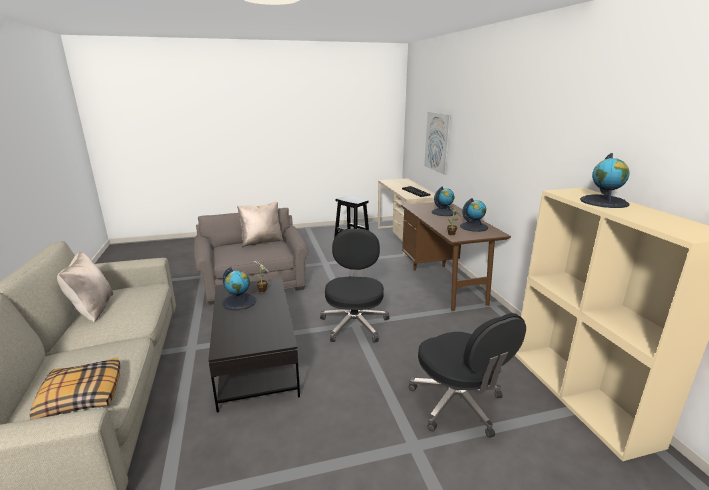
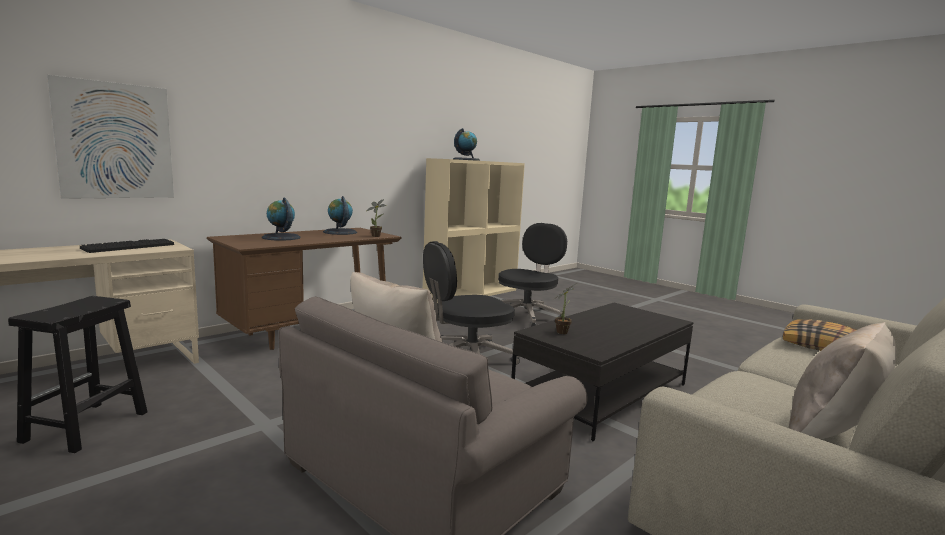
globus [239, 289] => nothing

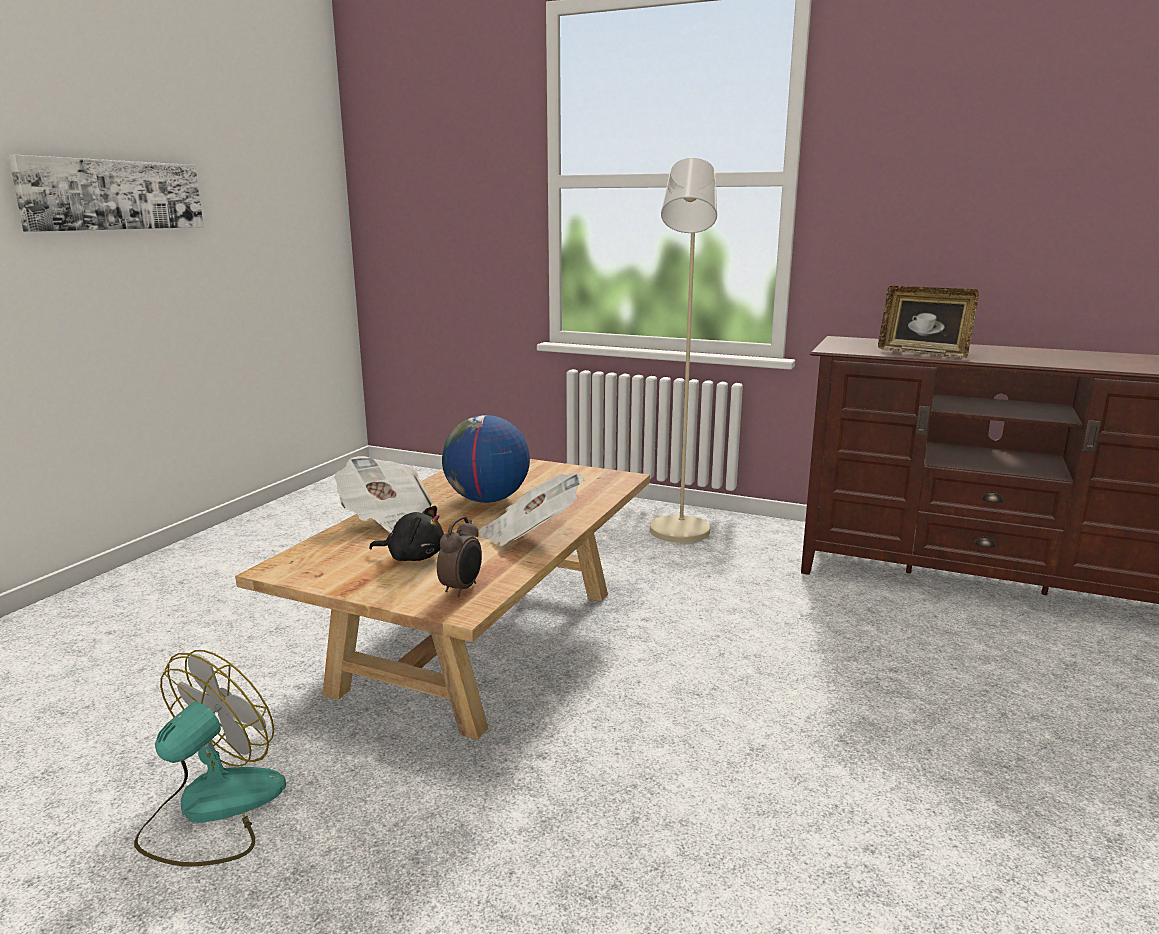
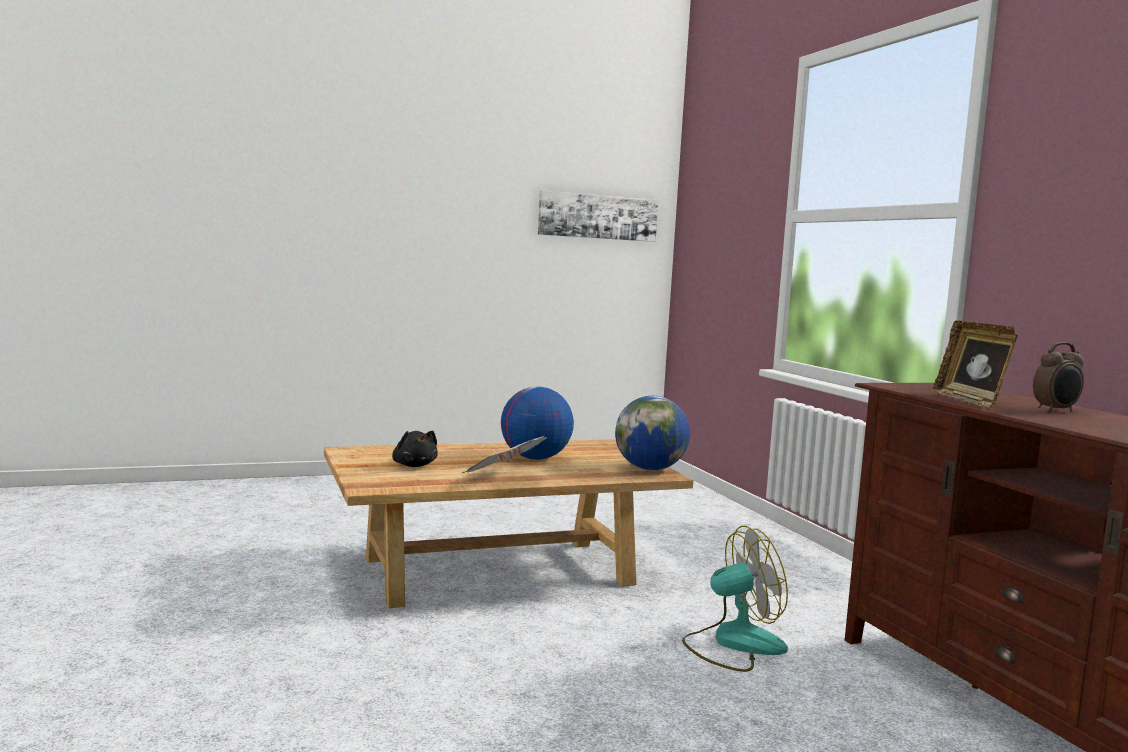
obraz [106, 193] => obraz [598, 216], move
nothing => globus [652, 433]
wentylator [210, 758] => wentylator [735, 599], move
budzik [459, 556] => budzik [1058, 376], move
gazeta [383, 494] => nothing
lampa stojąca [beżowy] [683, 350] => nothing

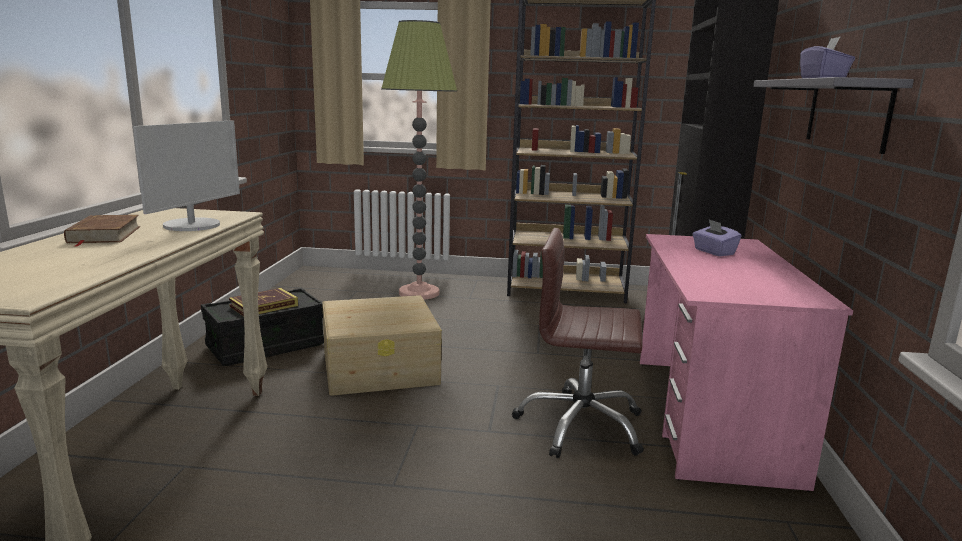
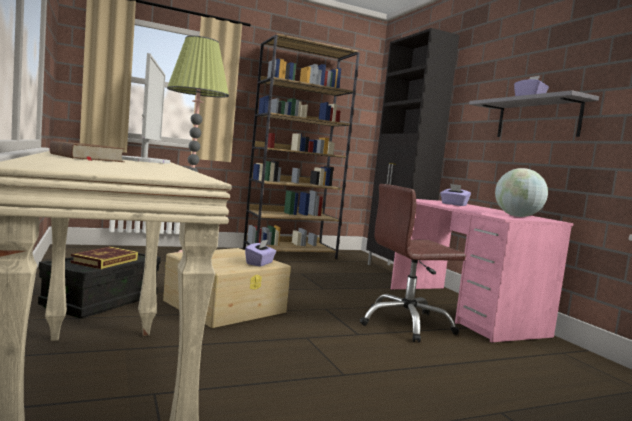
nothing => pudełko chusteczek [fioletowy] [260, 253]
nothing => globus [521, 192]

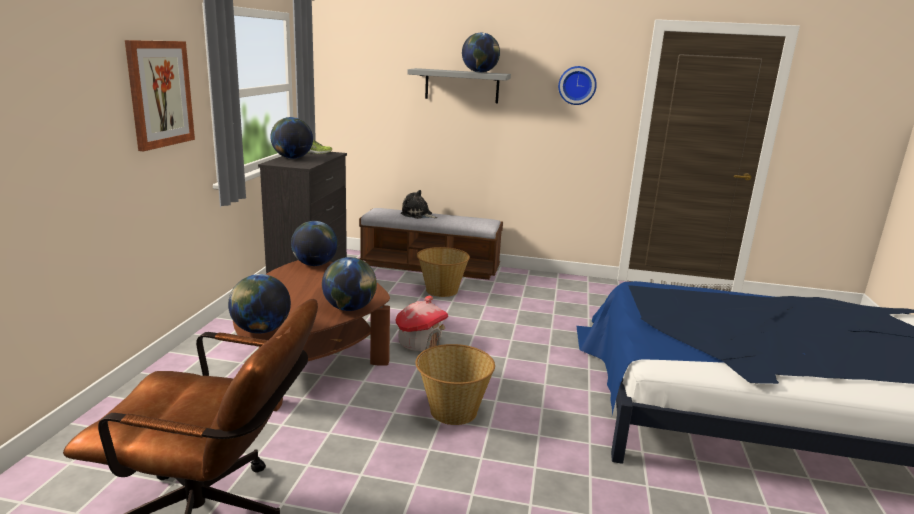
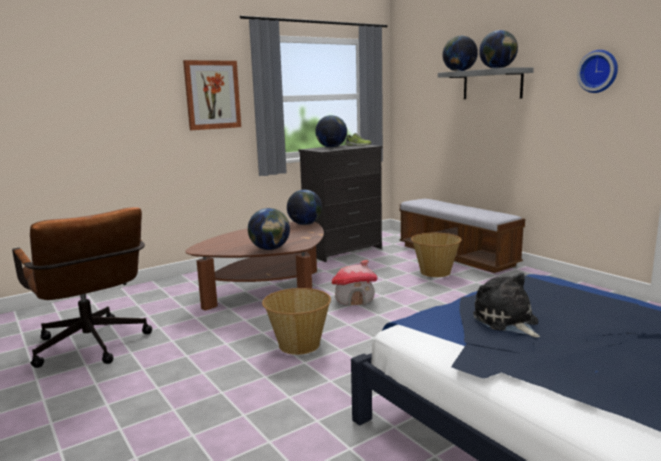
globus [259, 304] => globus [460, 53], move
pluszak [419, 204] => pluszak [506, 305], move

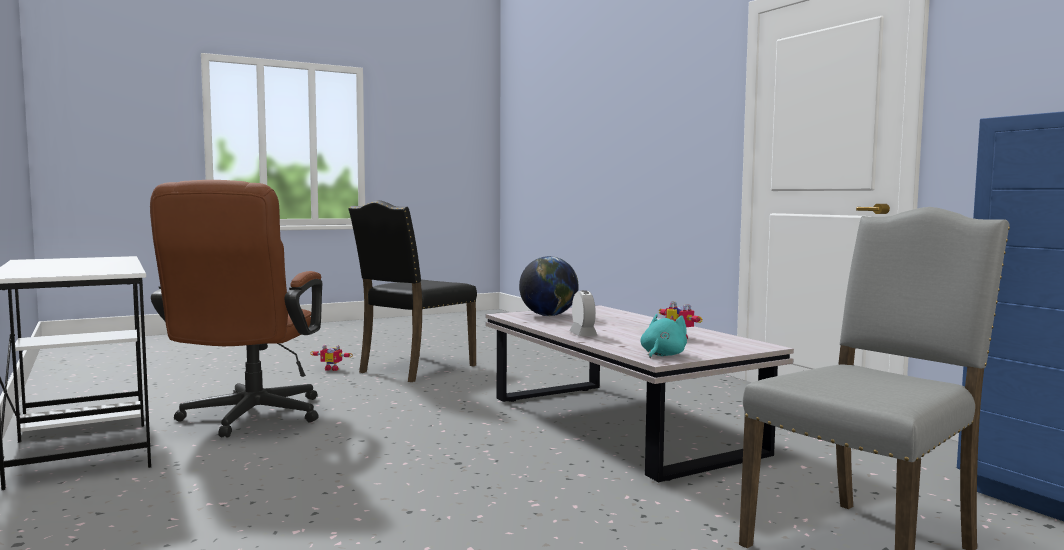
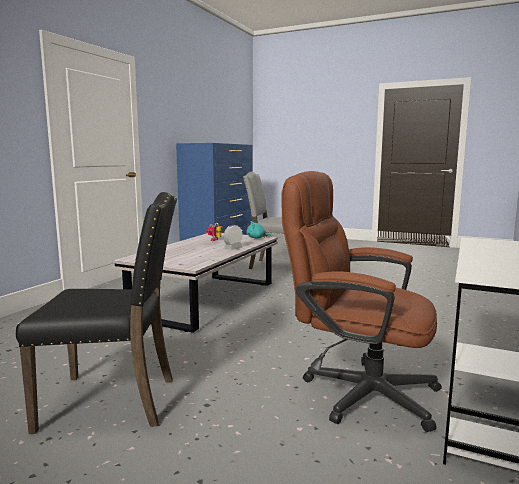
krzesło biurowe [brązowy] [236, 308] => krzesło biurowe [brązowy] [361, 301], 120 degrees counterclockwise
robot zabawkowy [331, 358] => nothing
globus [549, 286] => nothing

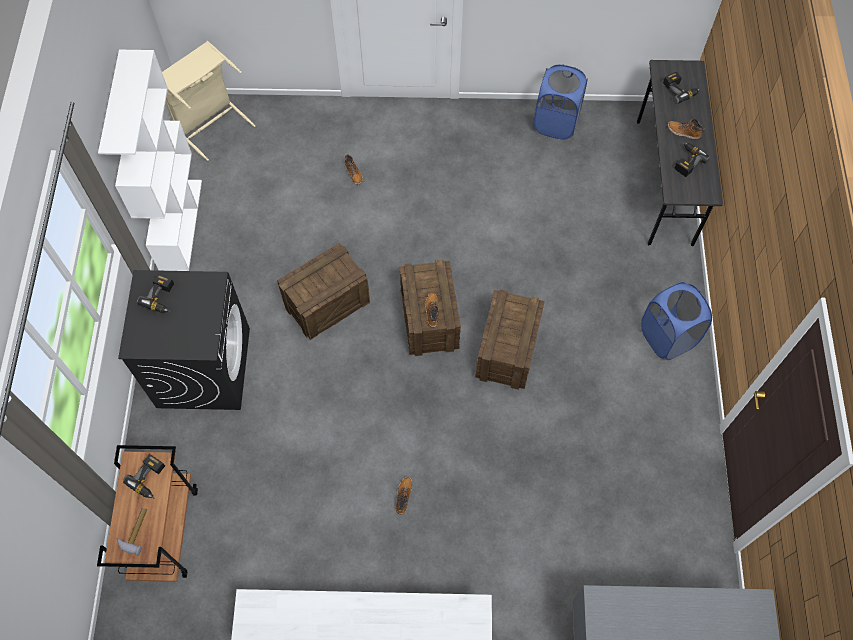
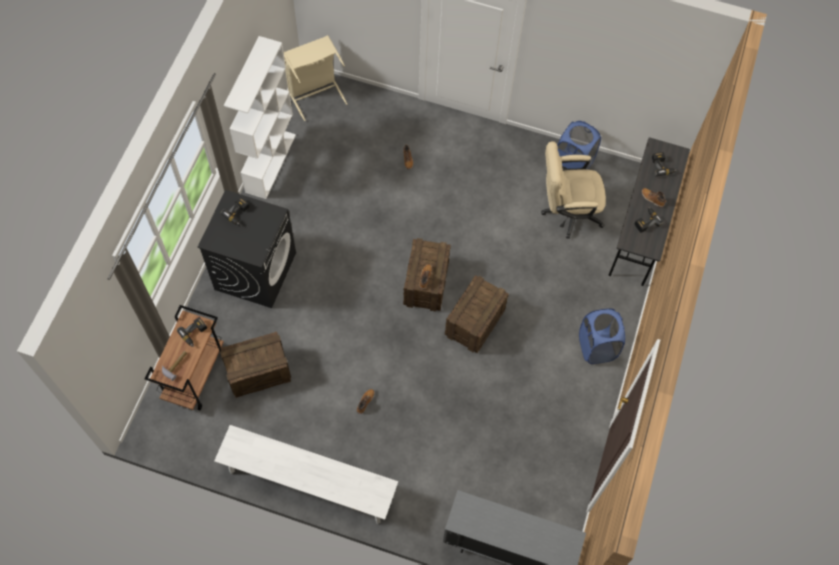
skrzynka [323, 291] => skrzynka [255, 365], move
nothing => krzesło biurowe [beżowy] [573, 190]

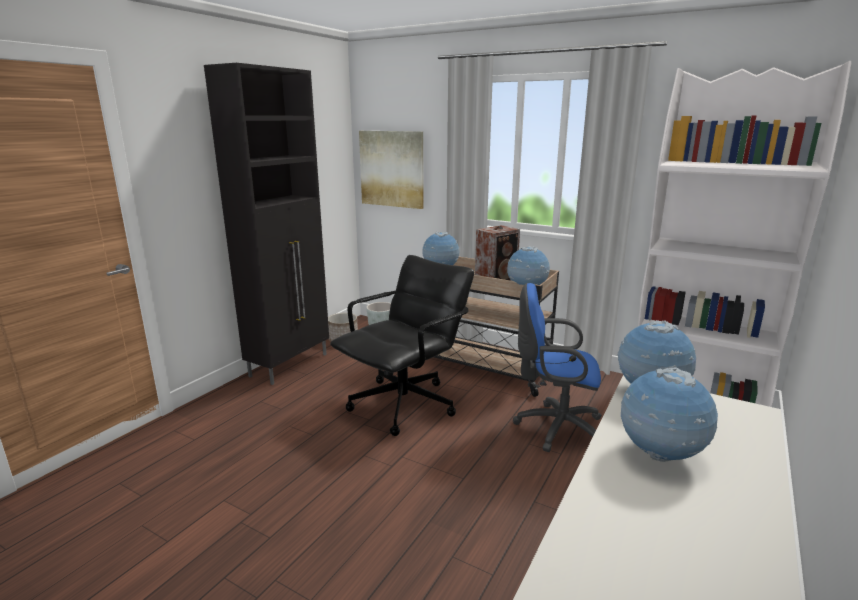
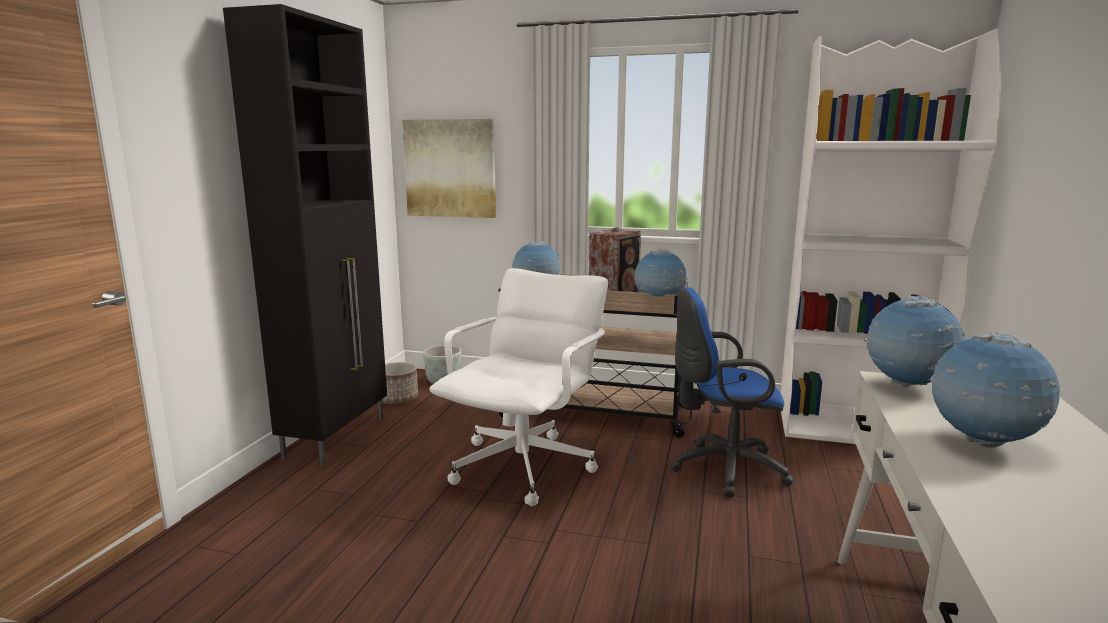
krzesło biurowe [czarny] [402, 345] => krzesło biurowe [biały] [519, 387]

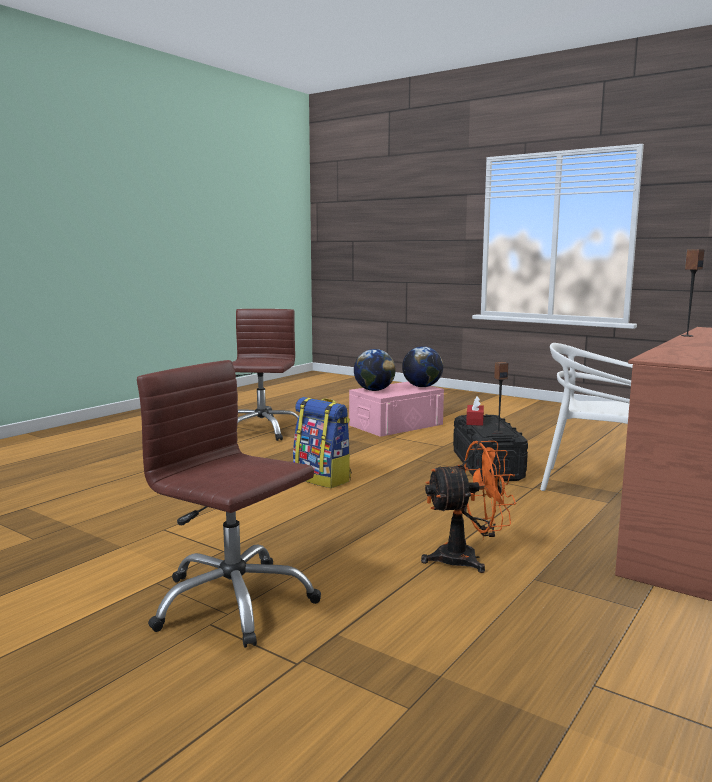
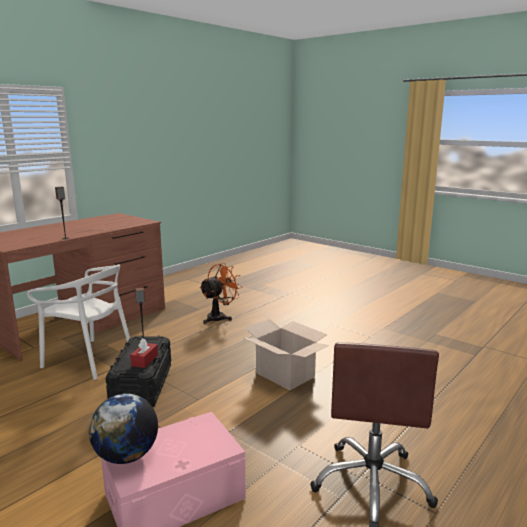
wentylator [pomarańczowy] [468, 507] => wentylator [pomarańczowy] [220, 293], 135 degrees clockwise
plecak [322, 442] => karton [286, 354]
krzesło biurowe [brązowy] [229, 504] => nothing
globus [375, 370] => nothing

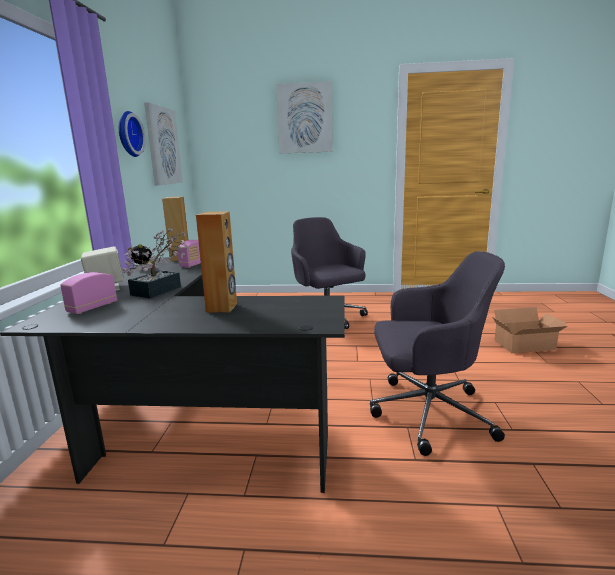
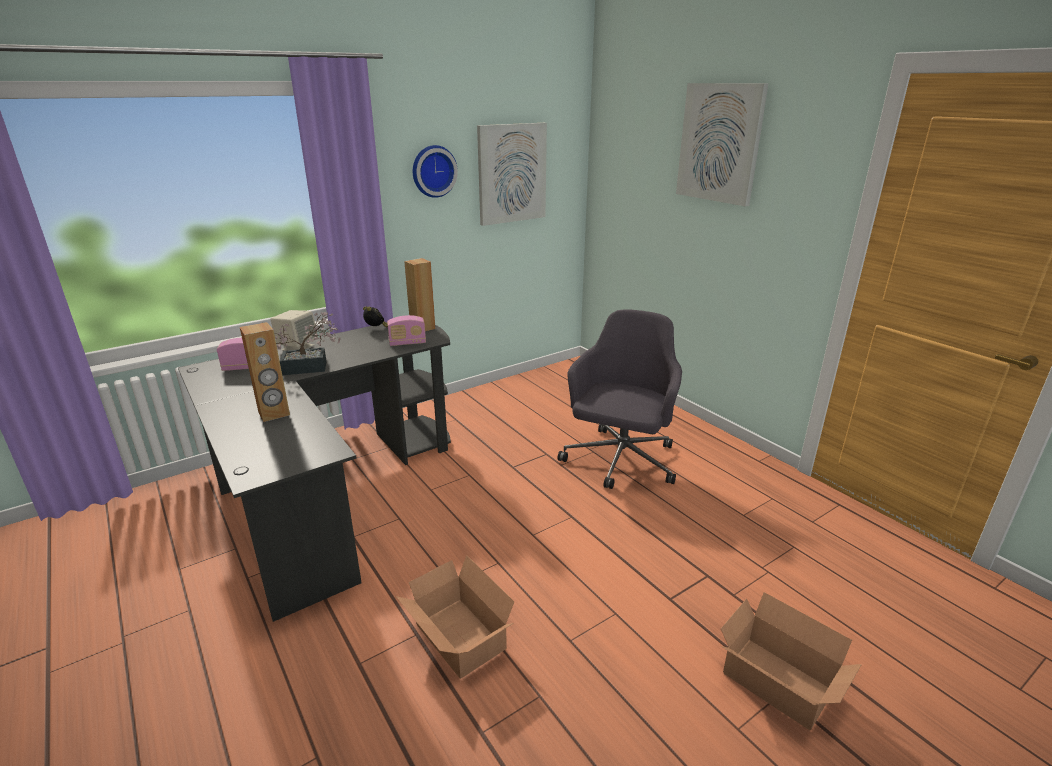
krzesło biurowe [szary] [437, 353] => karton [455, 617]

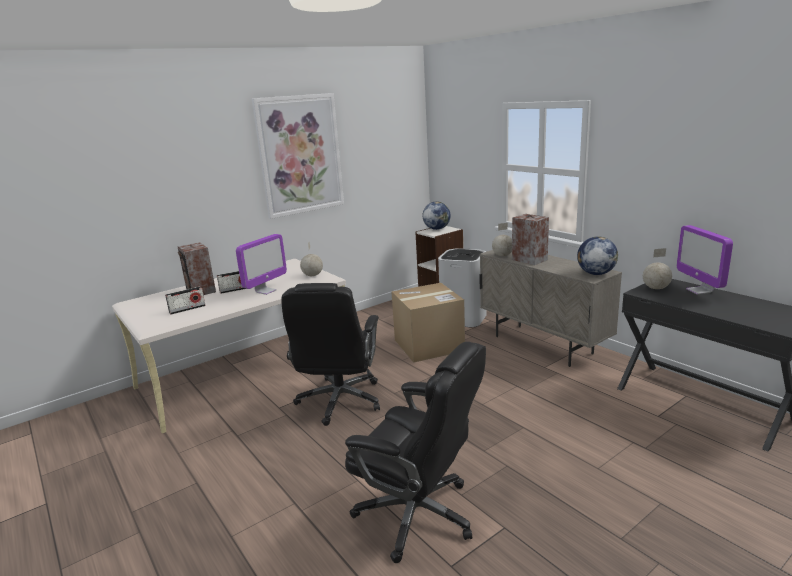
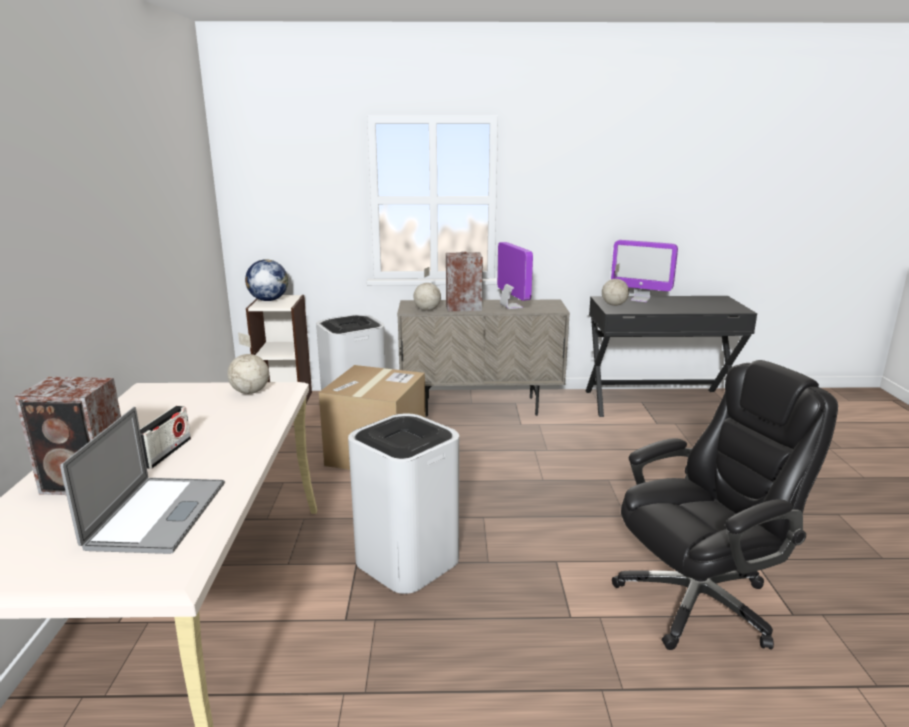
radio [185, 300] => laptop [142, 480]
krzesło biurowe [czarny] [330, 354] => kosz na śmieci [biały] [403, 503]
monitor [261, 264] => monitor [515, 275], move
obraz [298, 156] => nothing
globus [597, 256] => nothing

